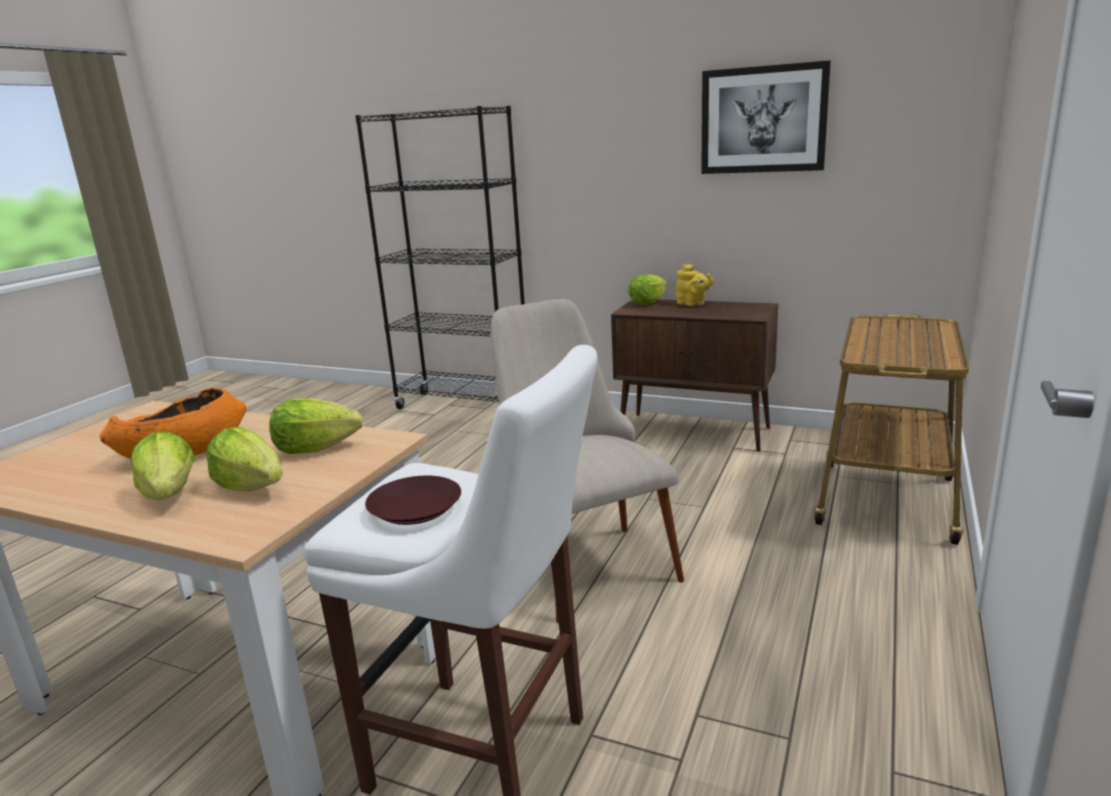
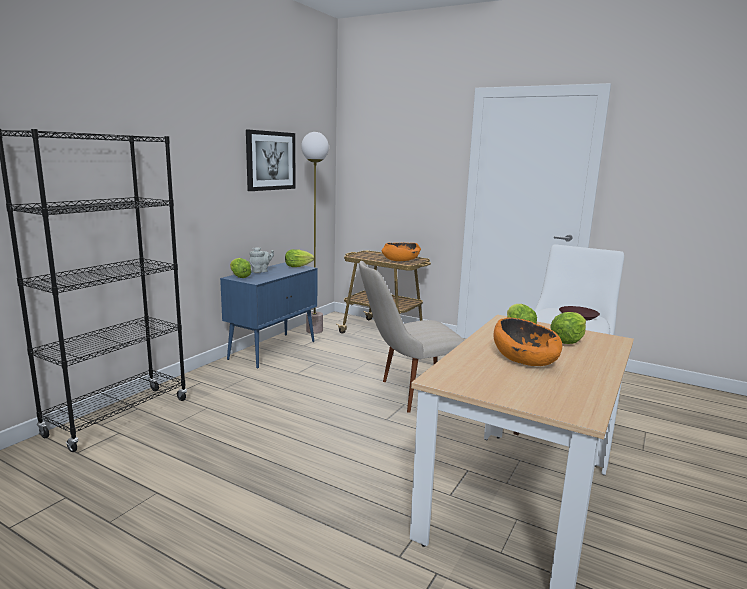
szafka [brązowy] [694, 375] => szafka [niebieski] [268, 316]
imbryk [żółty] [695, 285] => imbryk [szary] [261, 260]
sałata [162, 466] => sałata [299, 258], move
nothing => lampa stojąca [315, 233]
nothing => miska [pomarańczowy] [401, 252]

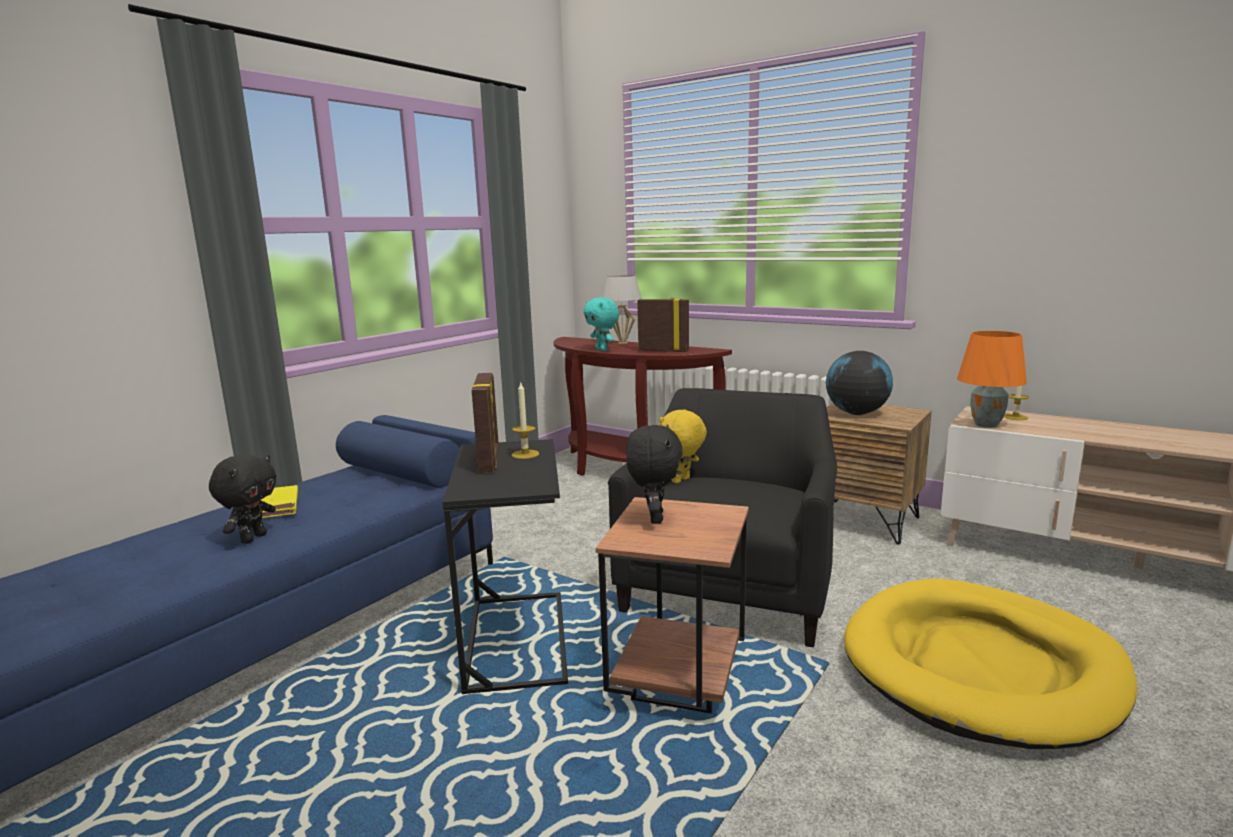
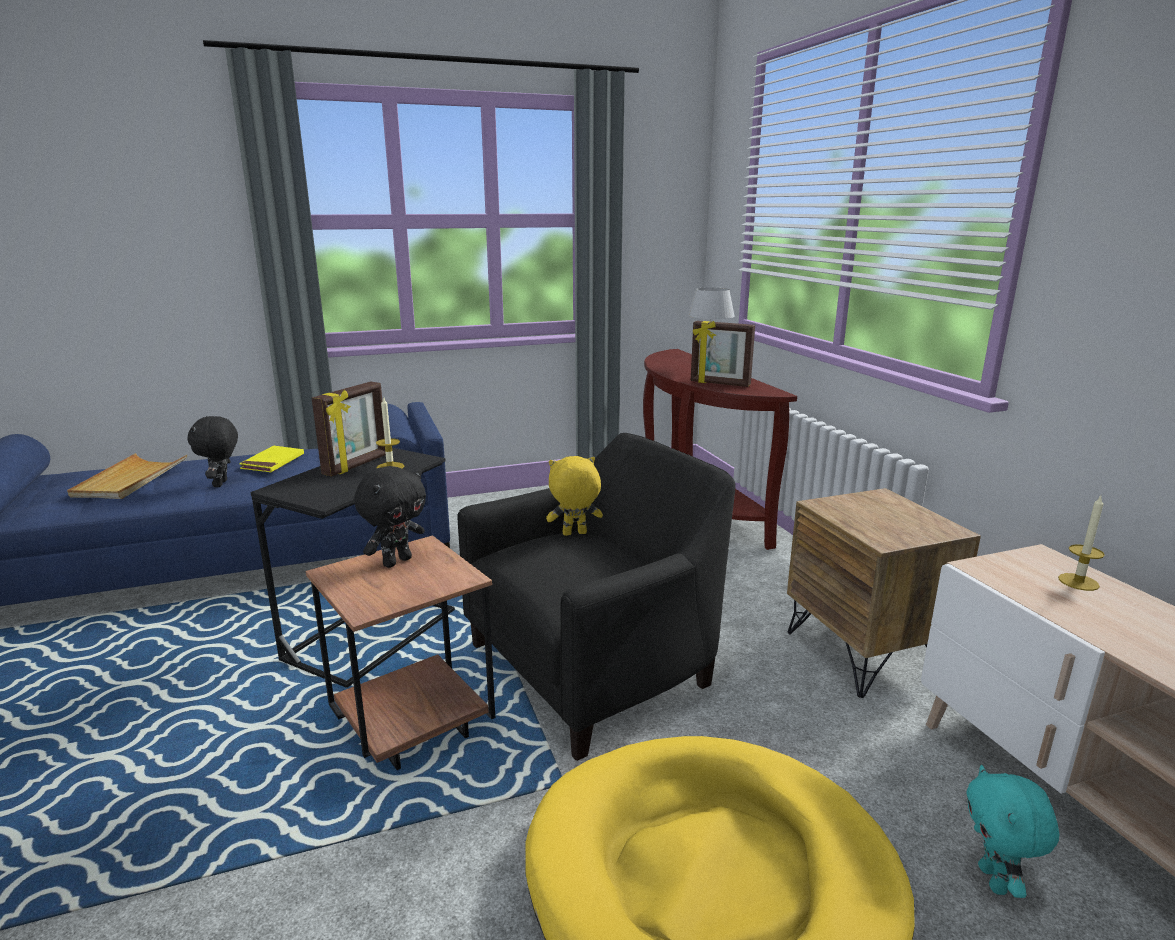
nothing => taca [beżowy] [127, 476]
pluszak [czarny] [242, 499] => pluszak [czarny] [213, 451], 120 degrees clockwise
ramka na zdjęcie [663, 324] => ramka na zdjęcie [723, 354], 150 degrees clockwise
pluszak [turkusowy] [601, 324] => pluszak [turkusowy] [1013, 831], move
globus [859, 383] => nothing
lampa stołowa [pomarańczowy] [992, 379] => nothing

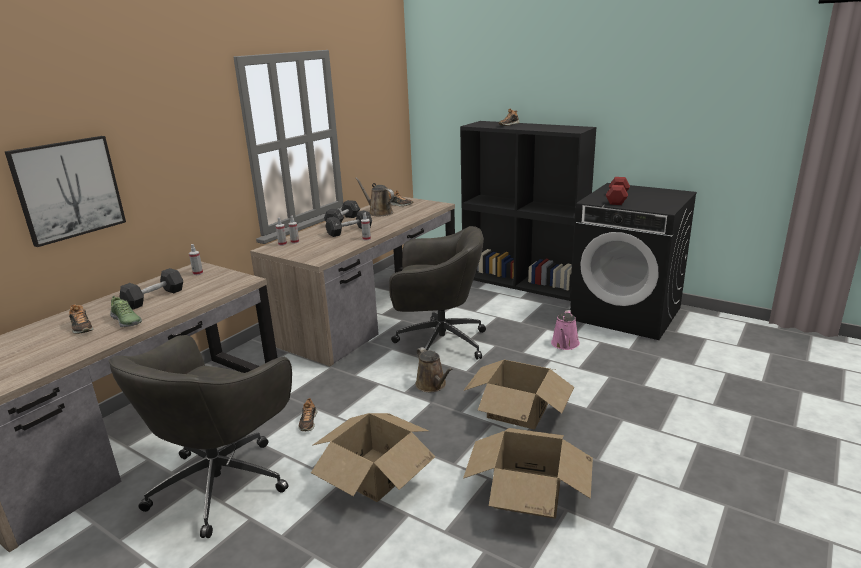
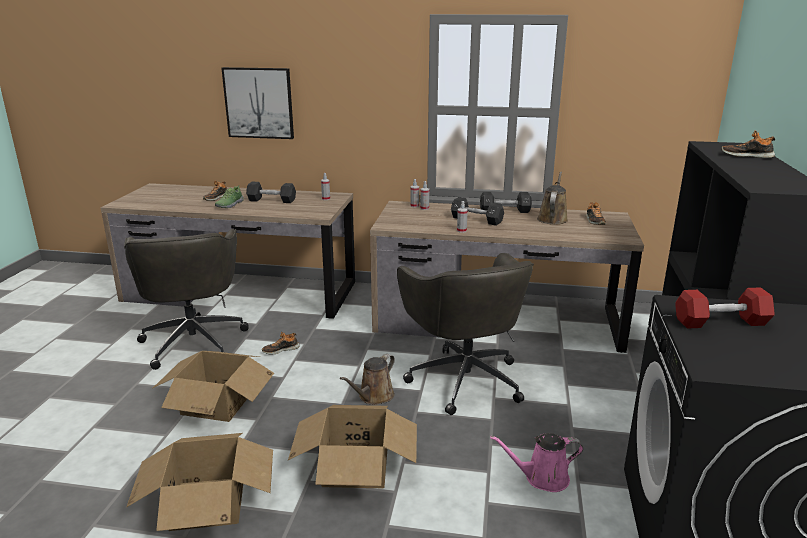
krzesło biurowe [szary] [200, 436] => krzesło biurowe [szary] [186, 299], 105 degrees counterclockwise

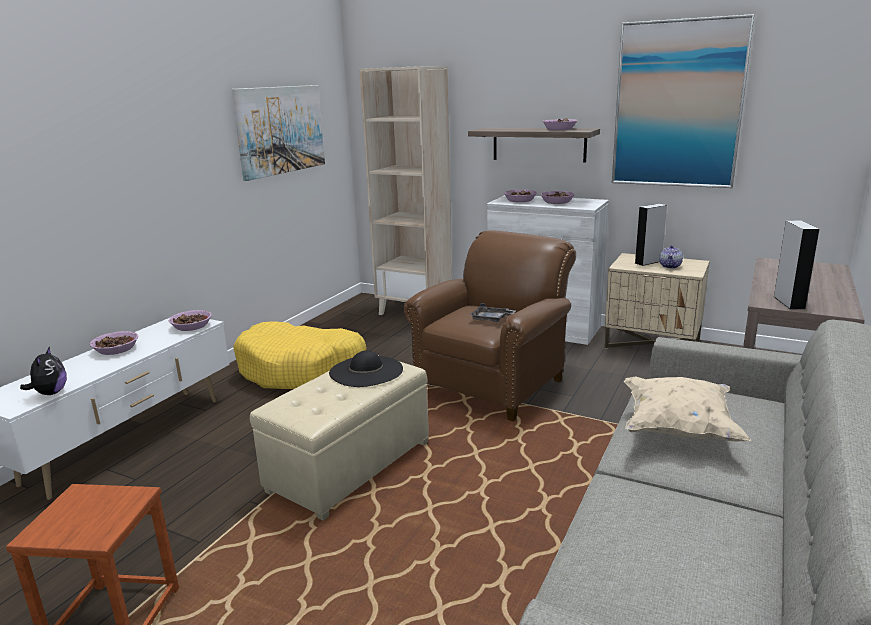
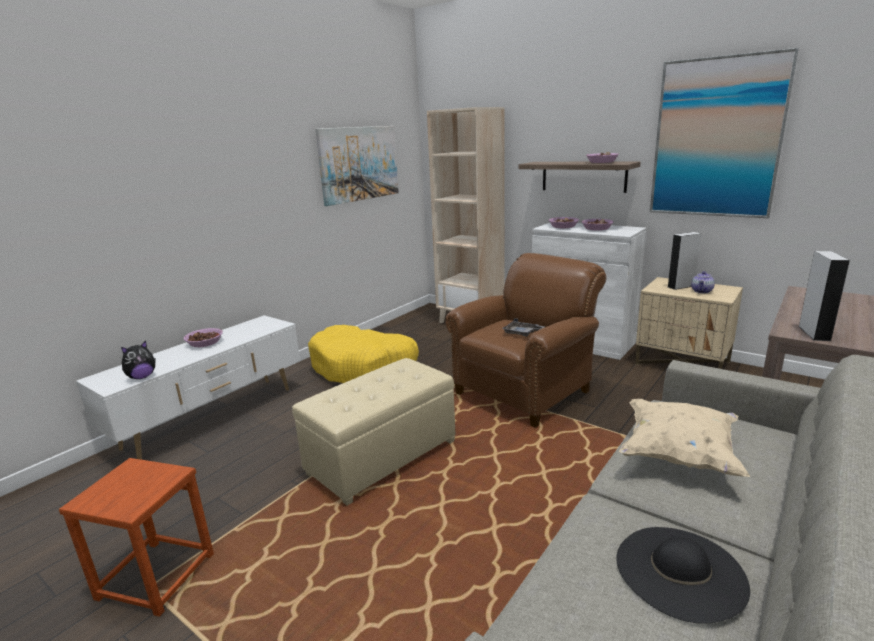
pluszak [43, 370] => pluszak [138, 360], 45 degrees clockwise
kapelusz [czarny] [366, 368] => kapelusz [czarny] [683, 575], move
miska [190, 320] => nothing

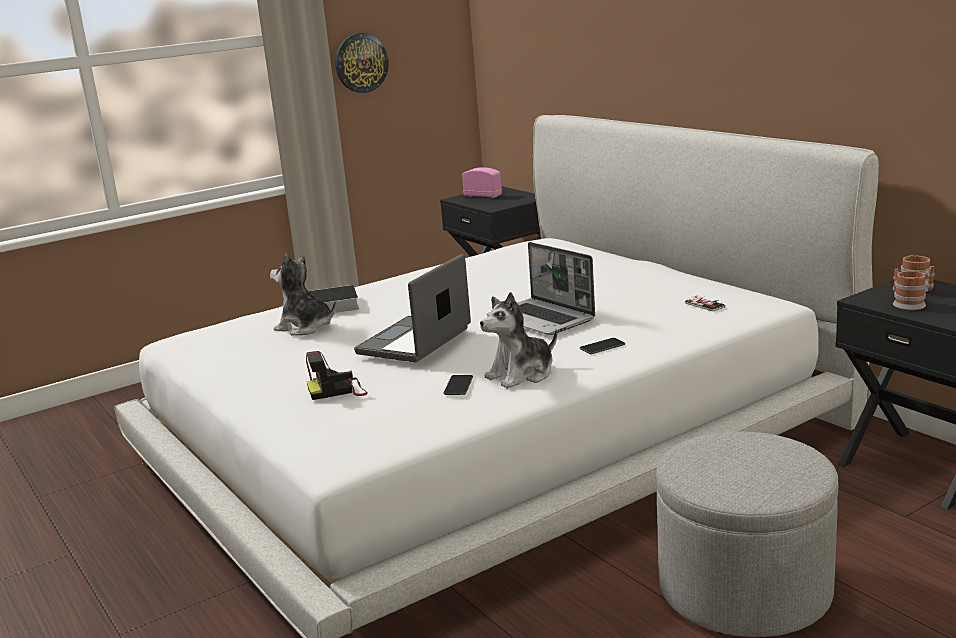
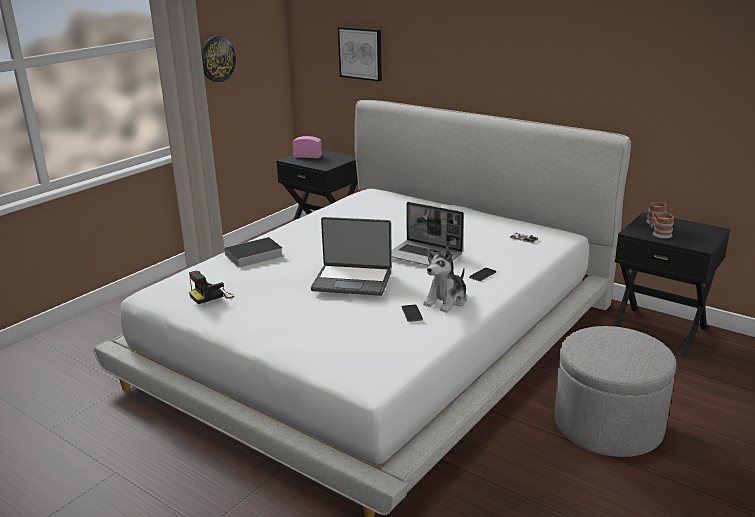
aparat fotograficzny [337, 375] => aparat fotograficzny [211, 287], move
laptop [412, 308] => laptop [351, 256], 90 degrees counterclockwise
nothing => obraz [360, 54]
pluszak [303, 295] => nothing

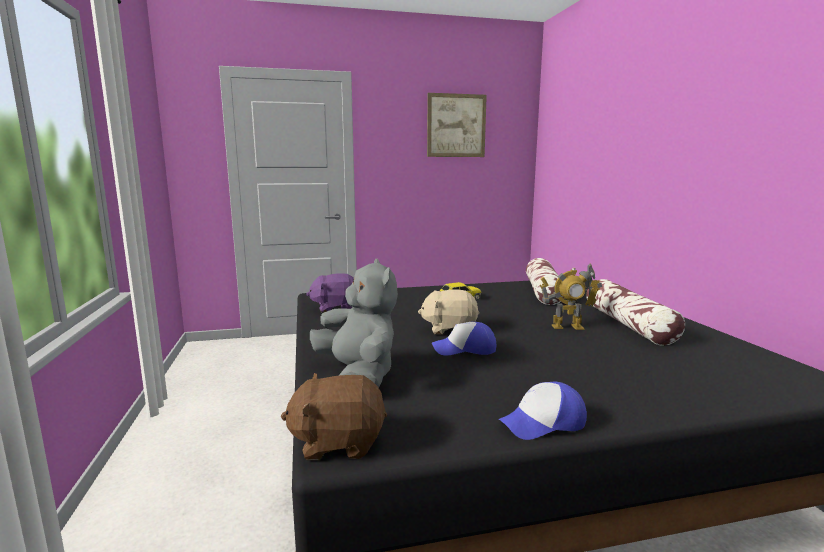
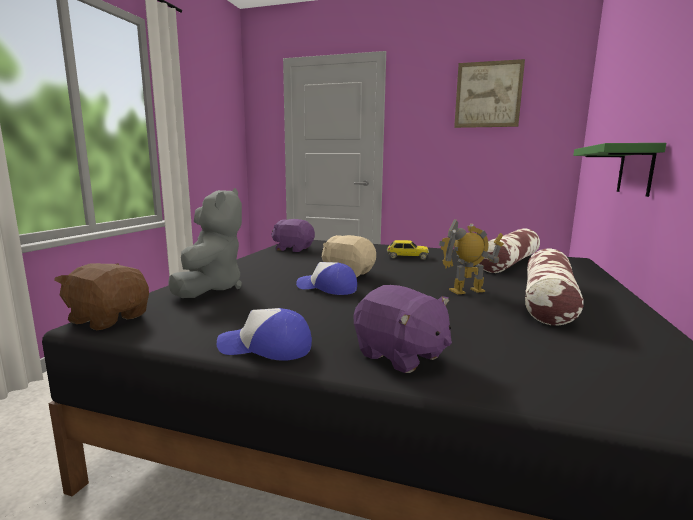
nothing => pluszak [fioletowy] [402, 329]
robot zabawkowy [570, 296] => robot zabawkowy [471, 256], 135 degrees clockwise
nothing => półka [zielony] [619, 170]

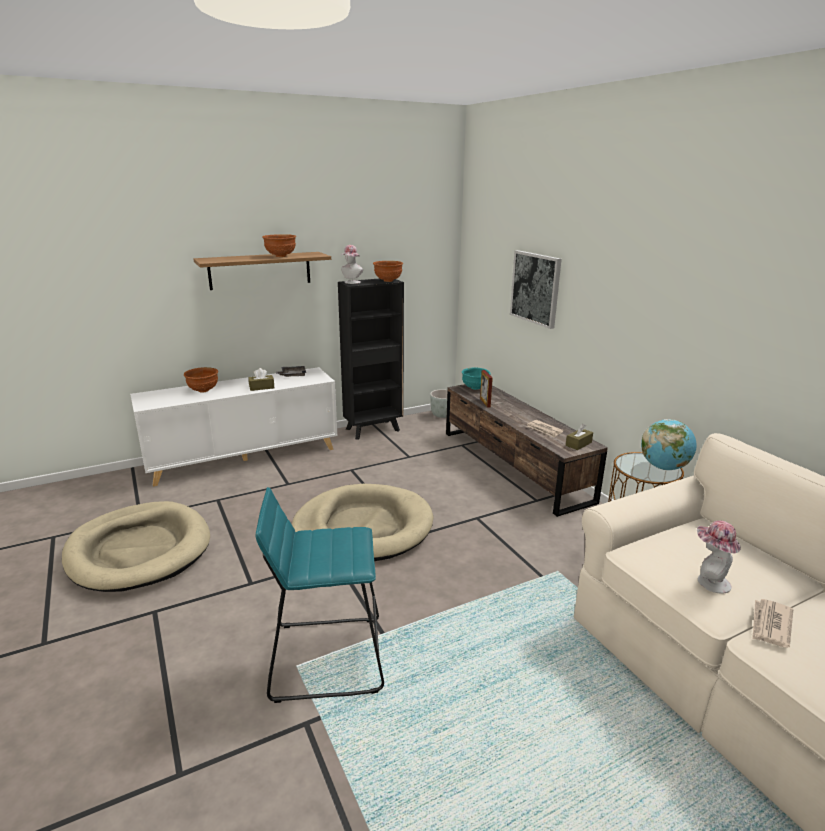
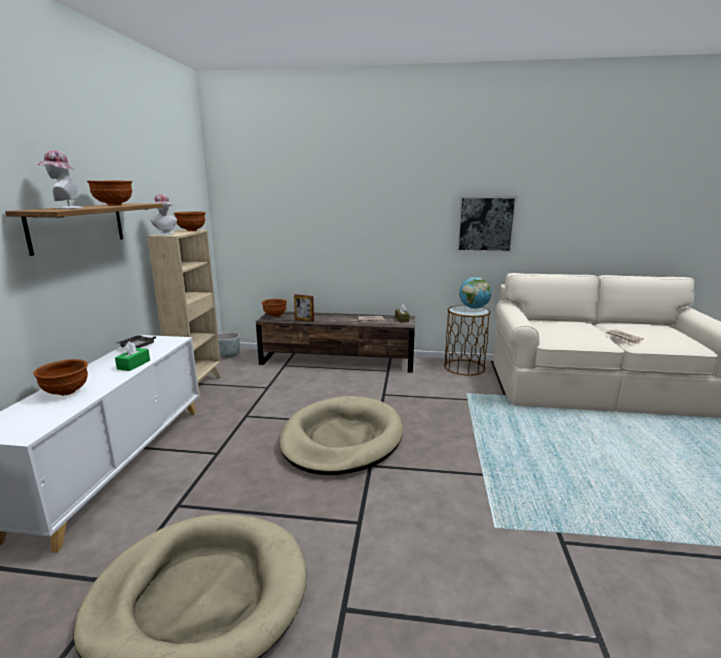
kapelusz [719, 557] => kapelusz [59, 179], move
pudełko chusteczek [brązowy] [261, 379] => pudełko chusteczek [zielony] [132, 356]
regał [czarny] [371, 359] => regał [beżowy] [184, 314]
miska [turkusowy] [476, 379] => miska [brązowy] [274, 308]
obraz [536, 289] => obraz [486, 224], move
stołek [turkusowy] [319, 595] => nothing

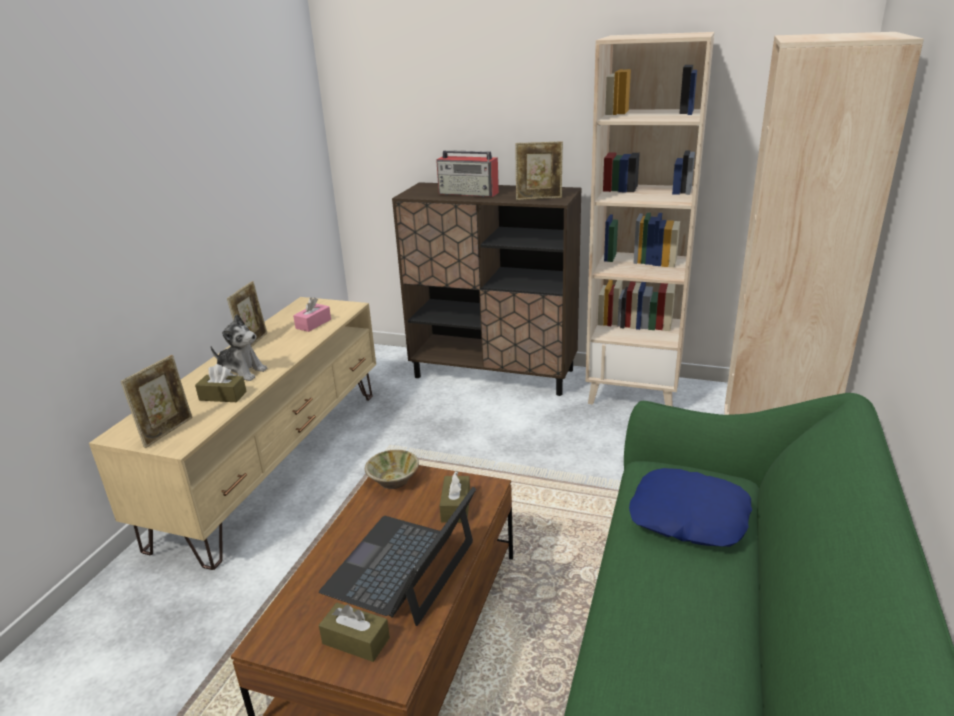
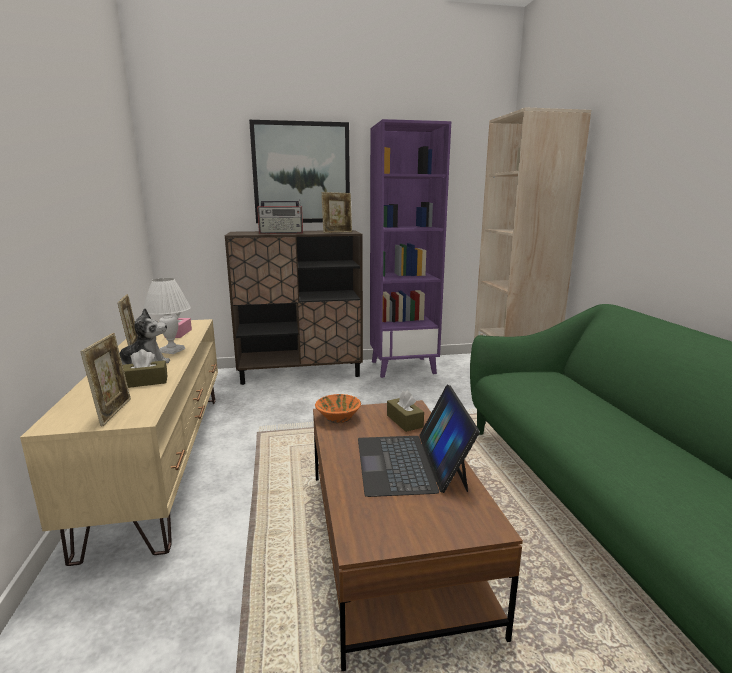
nothing => lampa stołowa [biały] [166, 316]
nothing => obraz [299, 171]
miska [beżowy] [392, 469] => miska [pomarańczowy] [338, 408]
regał [beżowy] [649, 219] => regał [fioletowy] [410, 248]
pudełko chusteczek [brązowy] [354, 632] => nothing
poduszka [niebieski] [690, 507] => nothing

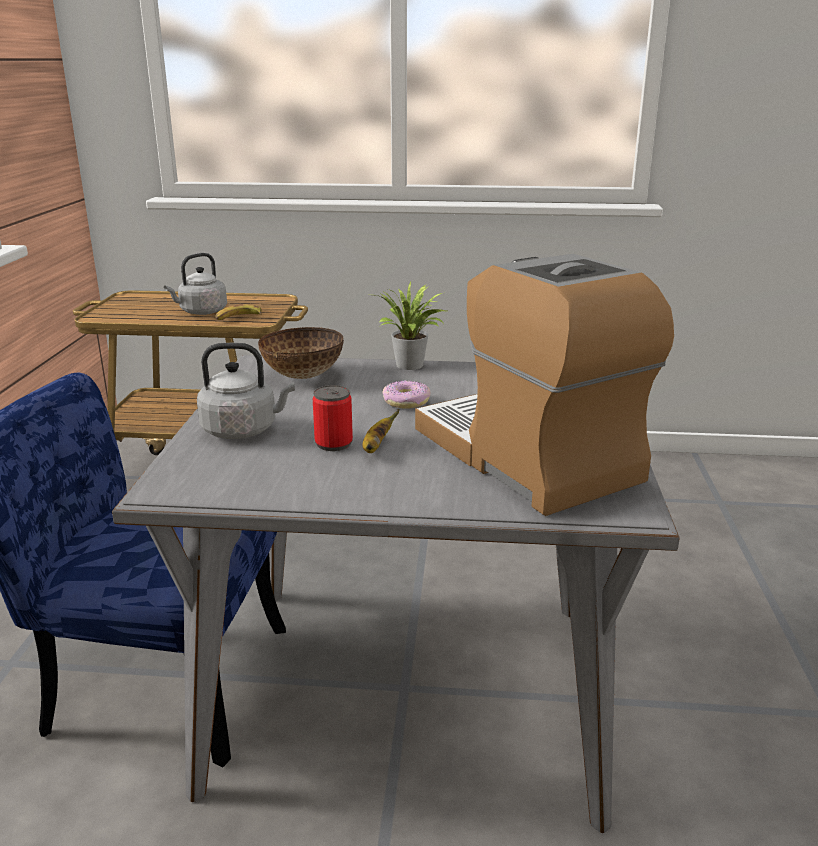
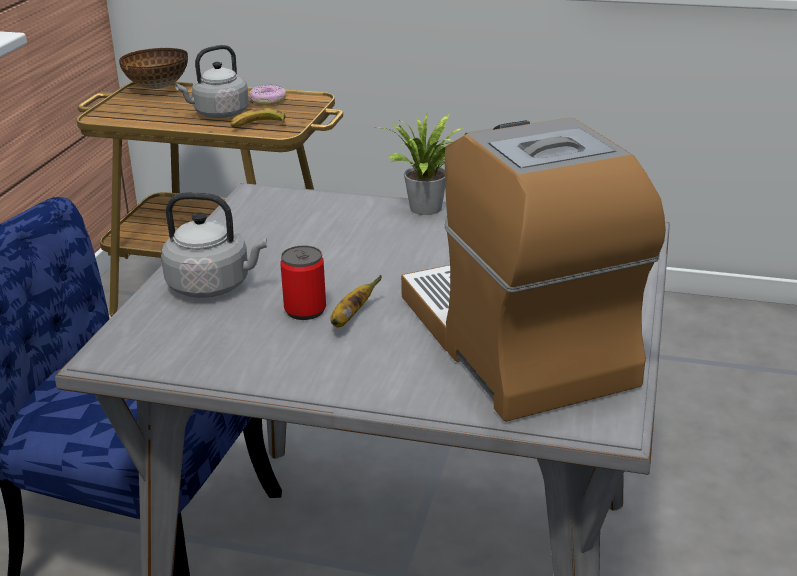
miska [301, 353] => miska [153, 68], move
donut [406, 395] => donut [267, 95], move

